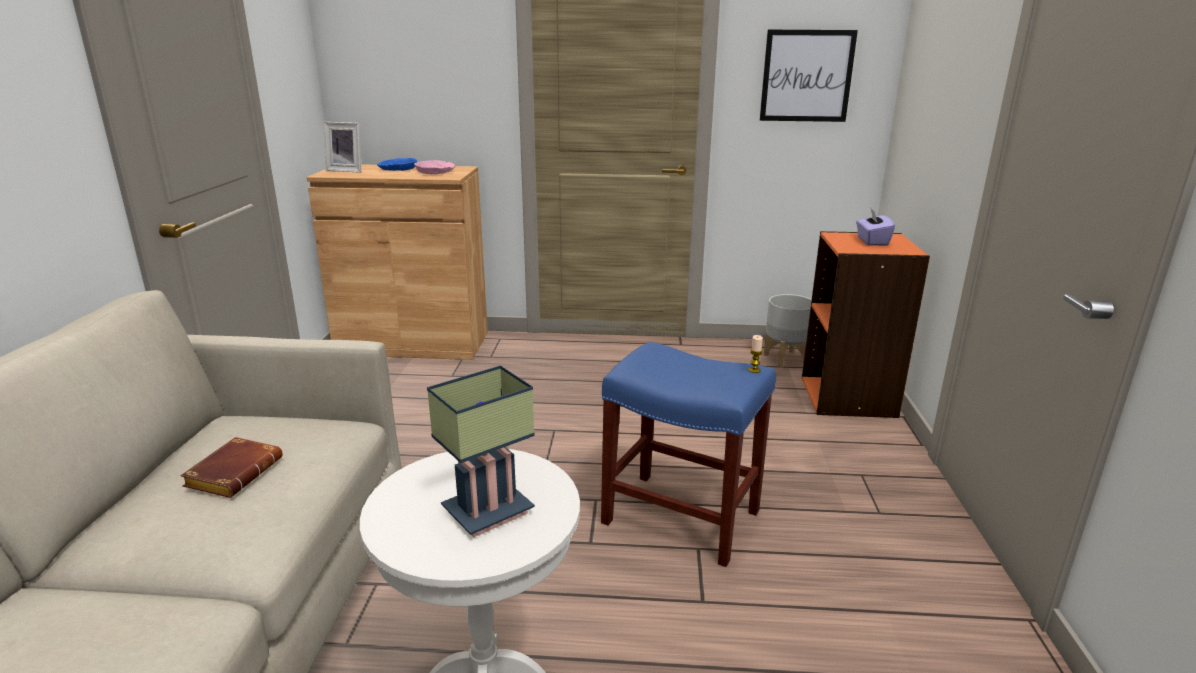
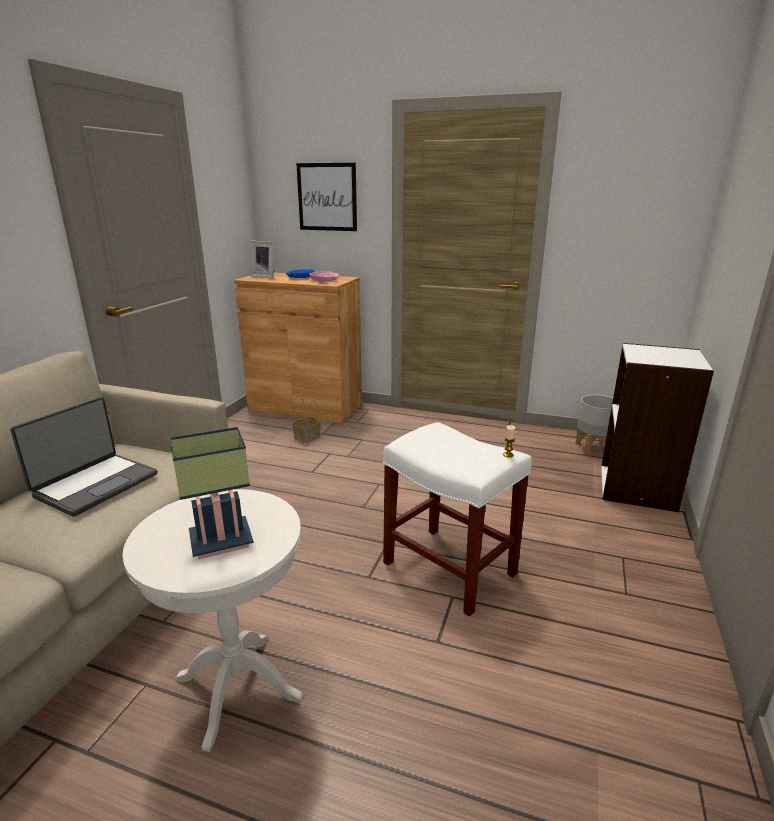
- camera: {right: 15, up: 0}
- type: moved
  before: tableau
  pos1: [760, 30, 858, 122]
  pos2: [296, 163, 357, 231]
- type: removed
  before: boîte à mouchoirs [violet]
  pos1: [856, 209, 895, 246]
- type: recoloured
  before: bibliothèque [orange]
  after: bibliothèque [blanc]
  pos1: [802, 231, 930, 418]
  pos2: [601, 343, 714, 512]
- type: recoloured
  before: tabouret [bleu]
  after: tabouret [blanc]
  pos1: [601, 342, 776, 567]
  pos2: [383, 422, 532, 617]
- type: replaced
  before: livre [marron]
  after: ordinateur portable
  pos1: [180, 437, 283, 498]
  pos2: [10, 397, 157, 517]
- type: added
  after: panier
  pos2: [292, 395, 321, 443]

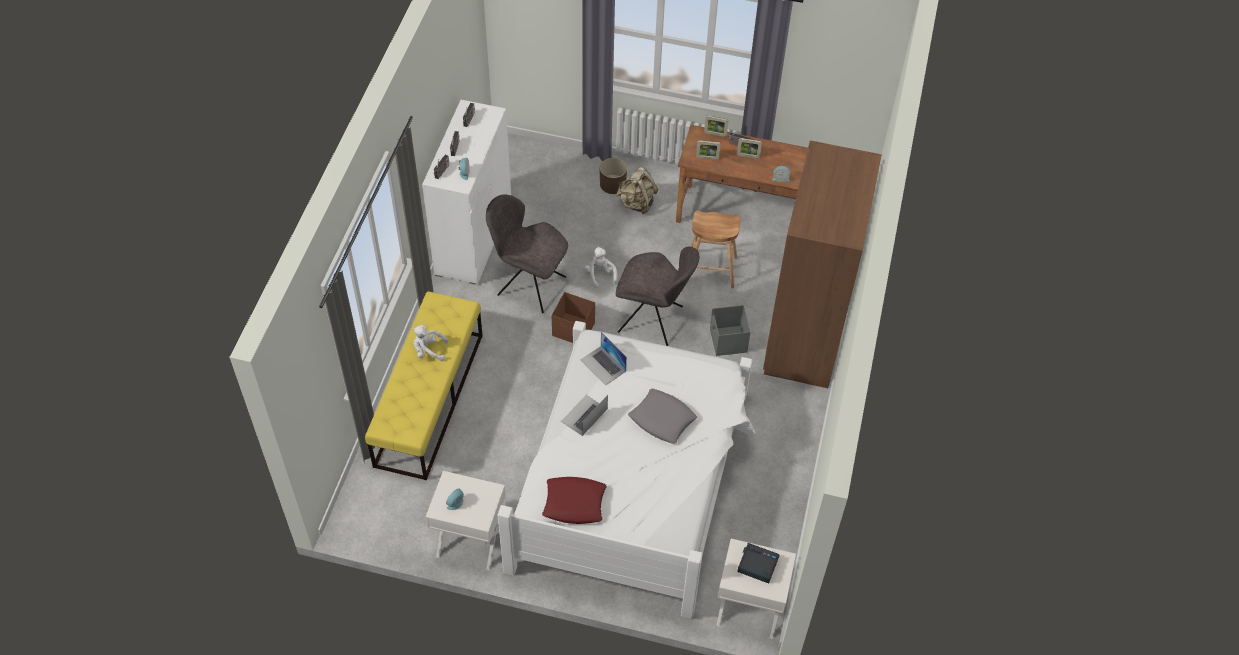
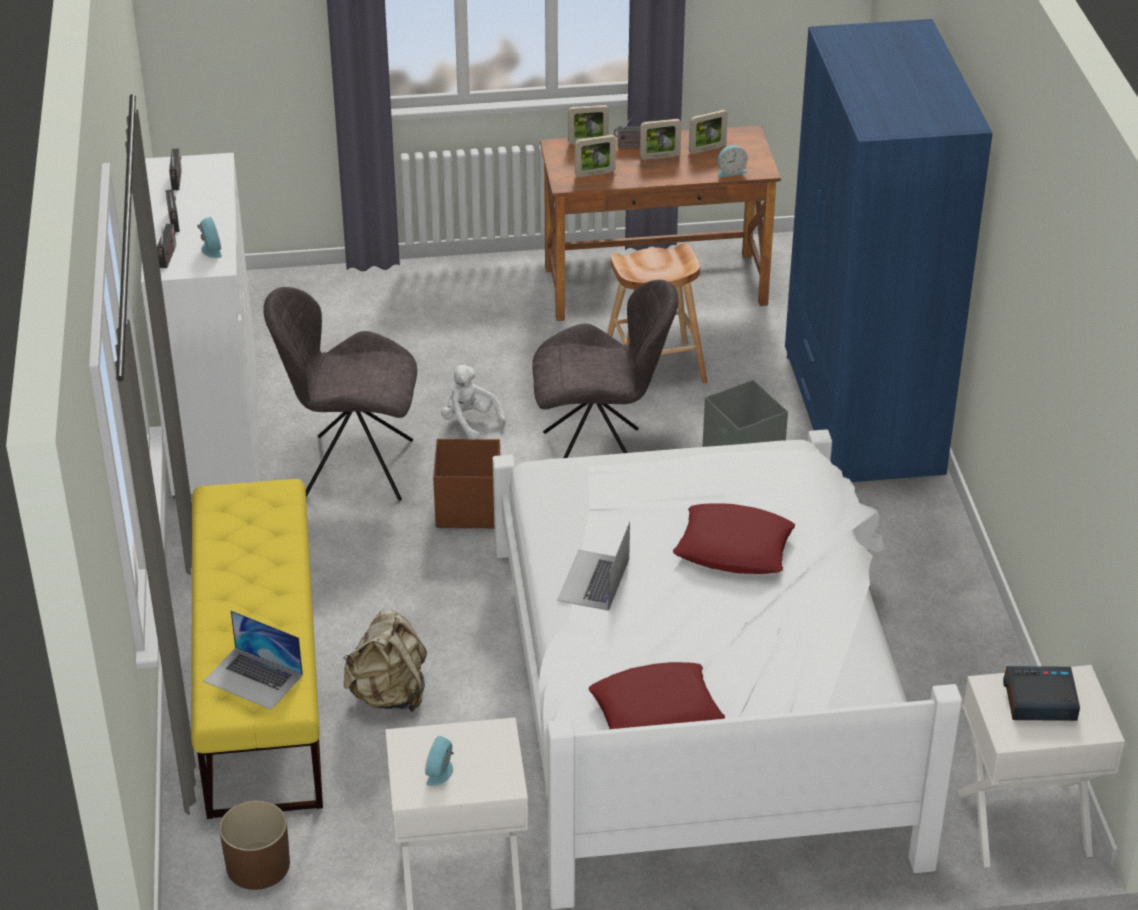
- camera: {right: -20, up: -15}
- type: recoloured
  before: armoire [marron]
  after: armoire [bleu]
  pos1: [763, 141, 882, 388]
  pos2: [785, 19, 993, 482]
- type: moved
  before: cache-pot [marron]
  pos1: [600, 158, 627, 194]
  pos2: [219, 800, 290, 890]
- type: moved
  before: sac à dos [beige]
  pos1: [616, 167, 658, 214]
  pos2: [343, 609, 427, 712]
- type: removed
  before: peluche [blanc]
  pos1: [412, 325, 448, 361]
- type: moved
  before: ordinateur portable
  pos1: [580, 332, 627, 385]
  pos2: [203, 610, 303, 710]
- type: recoloured
  before: coussin [gris]
  after: coussin [rouge]
  pos1: [628, 389, 697, 444]
  pos2: [673, 503, 795, 574]
- type: added
  after: cadre photo
  pos2: [689, 109, 728, 154]

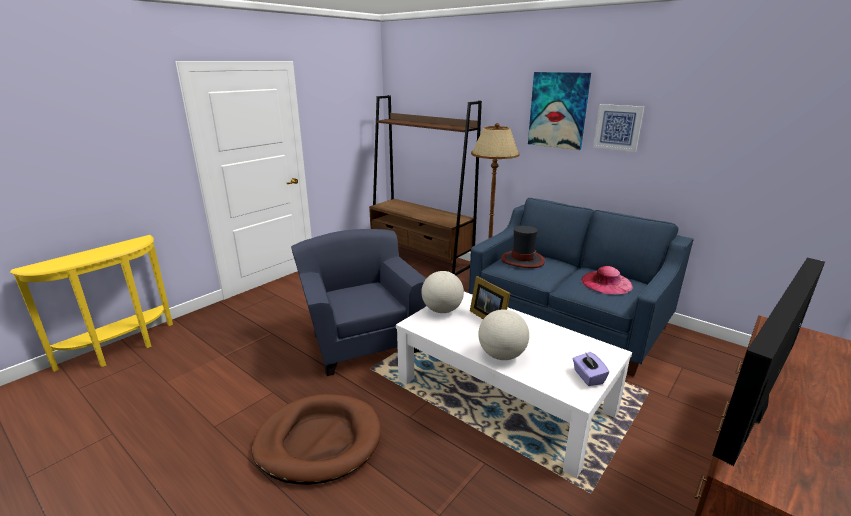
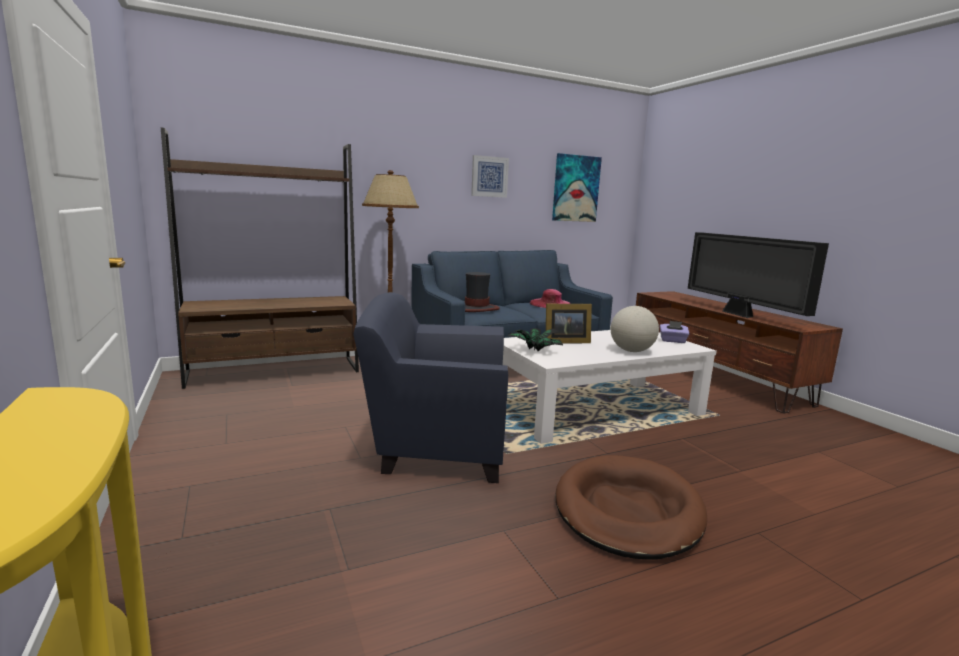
- camera: {right: -65, up: -10}
- type: moved
  before: tableau
  pos1: [528, 72, 591, 150]
  pos2: [552, 153, 602, 222]
- type: replaced
  before: globe
  after: plante en pot
  pos1: [422, 271, 464, 313]
  pos2: [508, 328, 564, 351]

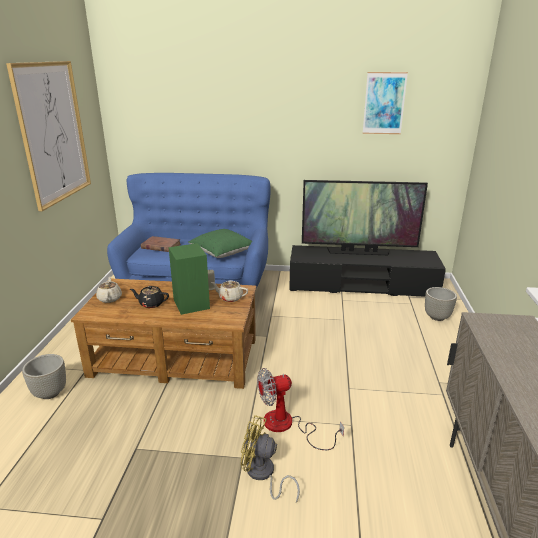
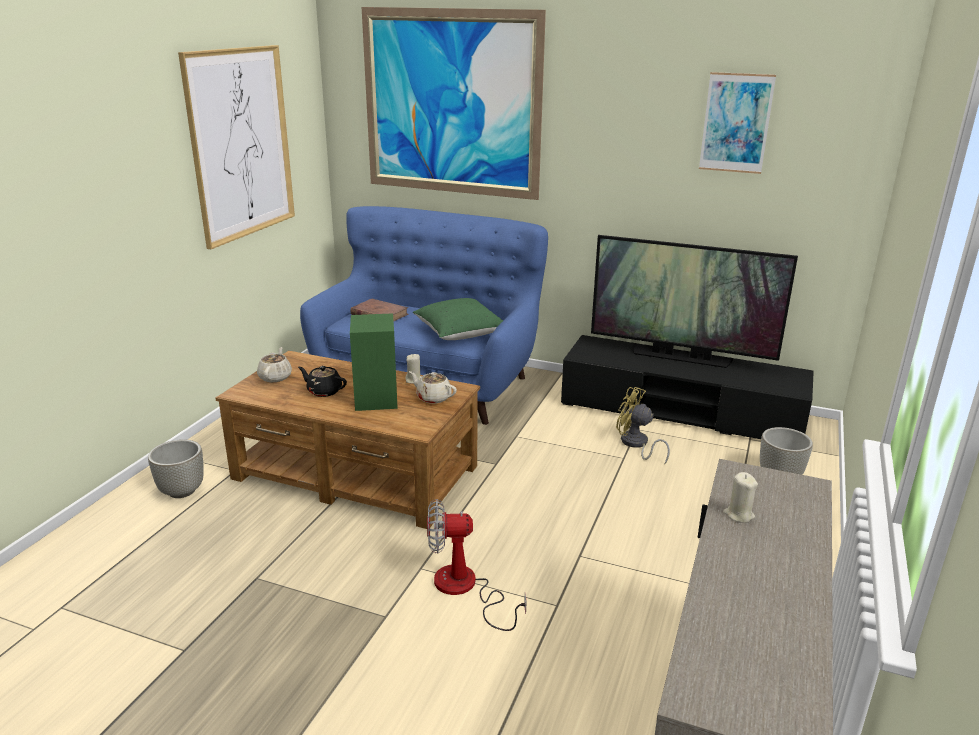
- camera: {right: 15, up: 0}
- type: moved
  before: ventilateur [jaune]
  pos1: [240, 415, 300, 503]
  pos2: [616, 387, 670, 464]
- type: added
  after: tableau
  pos2: [362, 7, 546, 200]
- type: added
  after: bougie [beige]
  pos2: [723, 472, 758, 523]

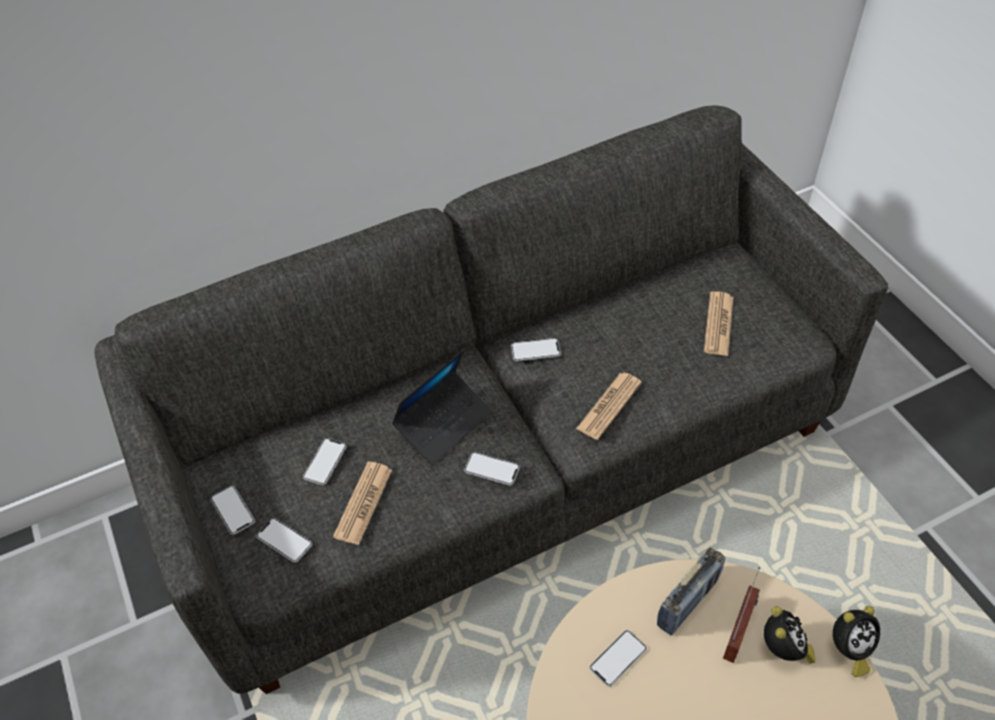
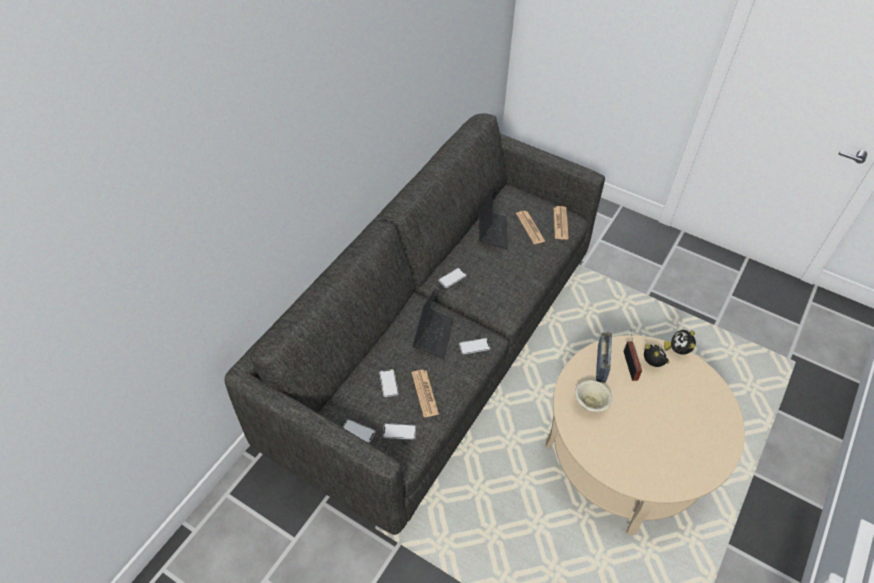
- camera: {right: -35, up: 0}
- type: moved
  before: journal
  pos1: [576, 373, 642, 440]
  pos2: [554, 206, 569, 240]
- type: turned
  before: réveil
  pos1: [833, 606, 880, 677]
  pos2: [664, 330, 696, 355]
  turn: 150
- type: replaced
  before: téléphone
  after: bol [beige]
  pos1: [589, 630, 647, 687]
  pos2: [575, 380, 613, 412]
- type: added
  after: ordinateur portable
  pos2: [479, 188, 508, 249]

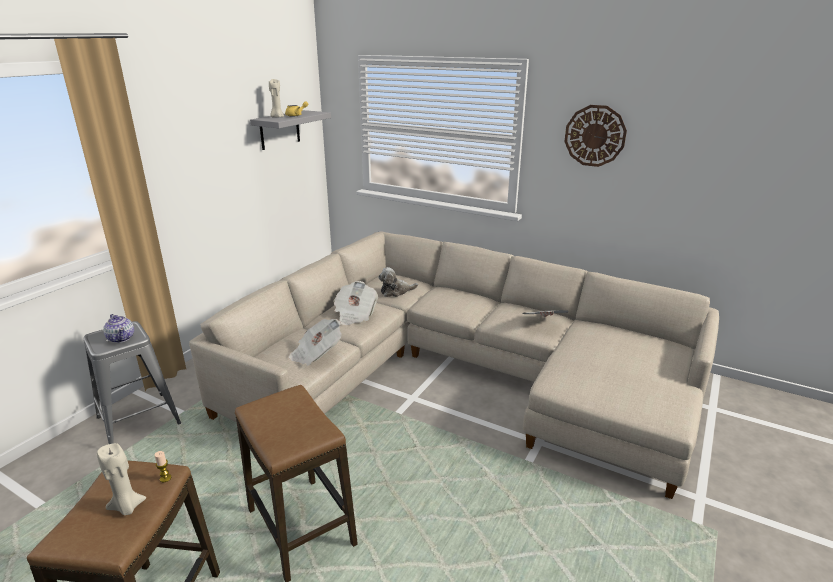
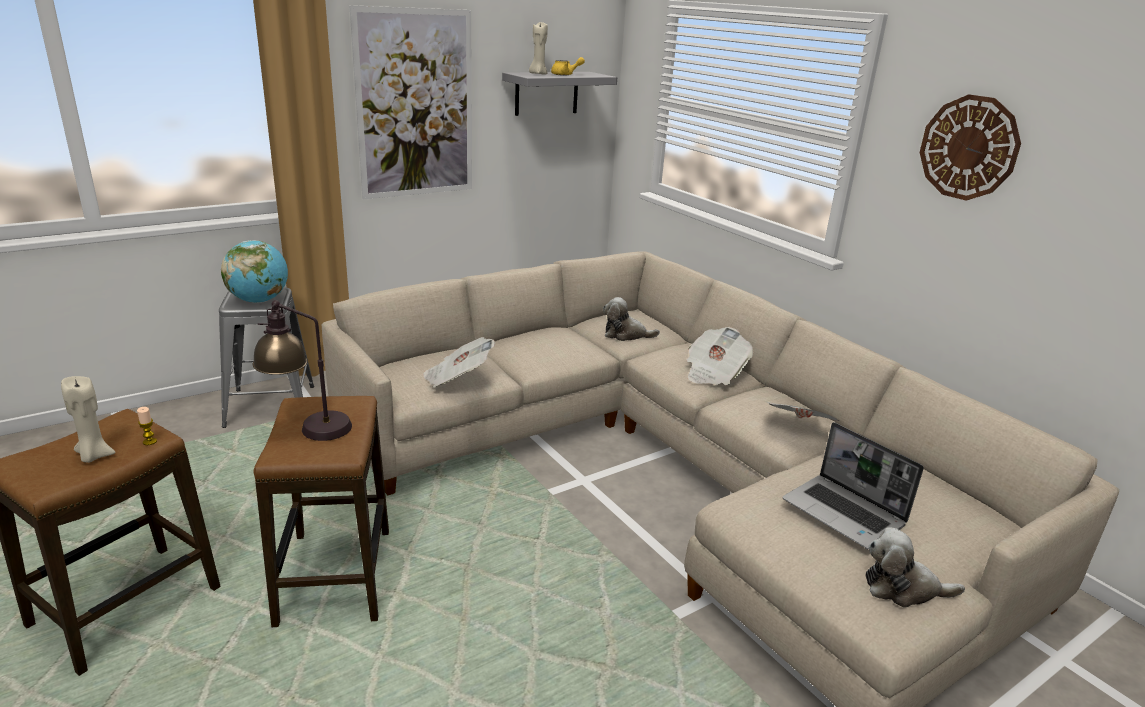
- camera: {right: 25, up: 0}
- type: moved
  before: journal
  pos1: [334, 281, 378, 325]
  pos2: [686, 327, 753, 385]
- type: replaced
  before: théière
  after: globe
  pos1: [103, 314, 134, 343]
  pos2: [221, 240, 288, 303]
- type: added
  after: tableau
  pos2: [349, 5, 472, 199]
- type: added
  after: lampe de table
  pos2: [253, 300, 352, 441]
- type: added
  after: ordinateur portable
  pos2: [783, 422, 924, 550]
- type: added
  after: peluche
  pos2: [866, 527, 965, 608]

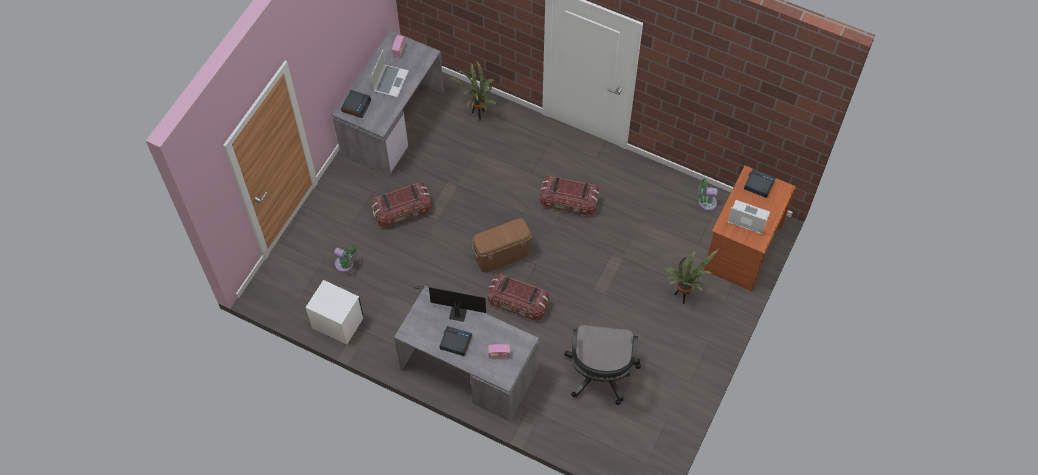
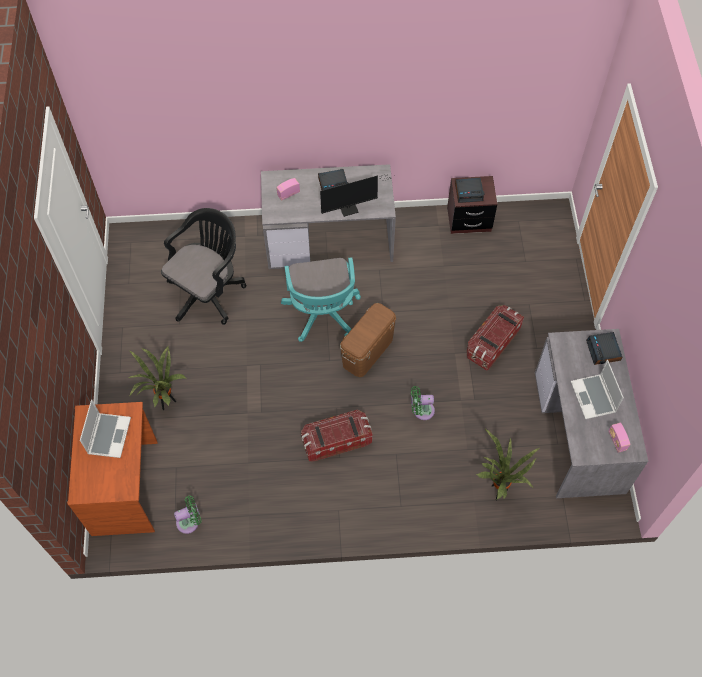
- camera: {right: 150, up: 0}
- type: moved
  before: réveil
  pos1: [744, 169, 775, 198]
  pos2: [455, 178, 484, 203]
- type: turned
  before: ordinateur portable
  pos1: [727, 200, 770, 234]
  pos2: [80, 399, 131, 458]
  turn: -75
- type: moved
  before: ventilateur [vert]
  pos1: [334, 245, 357, 272]
  pos2: [411, 386, 435, 420]
- type: replaced
  before: boîte de rangement
  after: chaise de bureau [turquoise]
  pos1: [488, 274, 550, 321]
  pos2: [281, 257, 361, 342]
- type: recoloured
  before: table de chevet [blanc]
  after: table de chevet [marron]
  pos1: [305, 280, 363, 345]
  pos2: [447, 176, 497, 234]
- type: turned
  before: chaise de bureau [noir]
  pos1: [564, 325, 641, 405]
  pos2: [161, 208, 246, 325]
  turn: 60

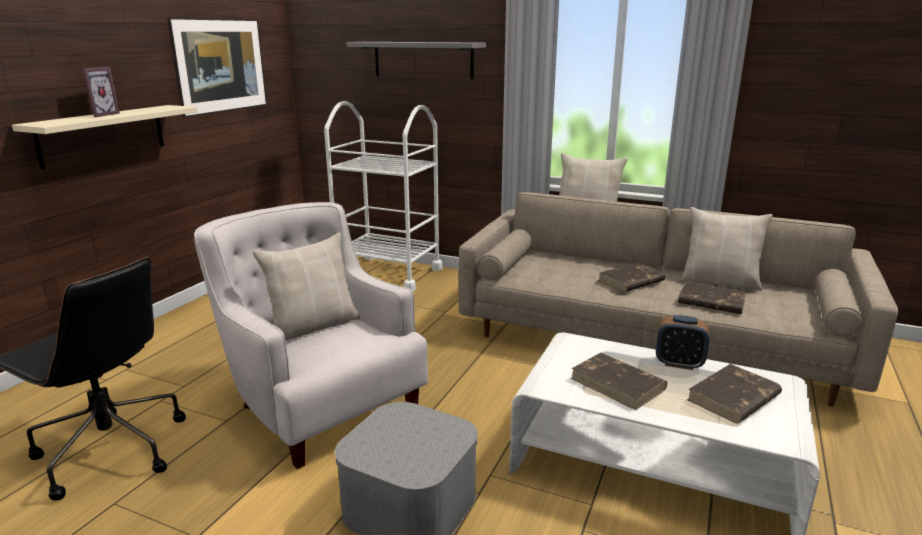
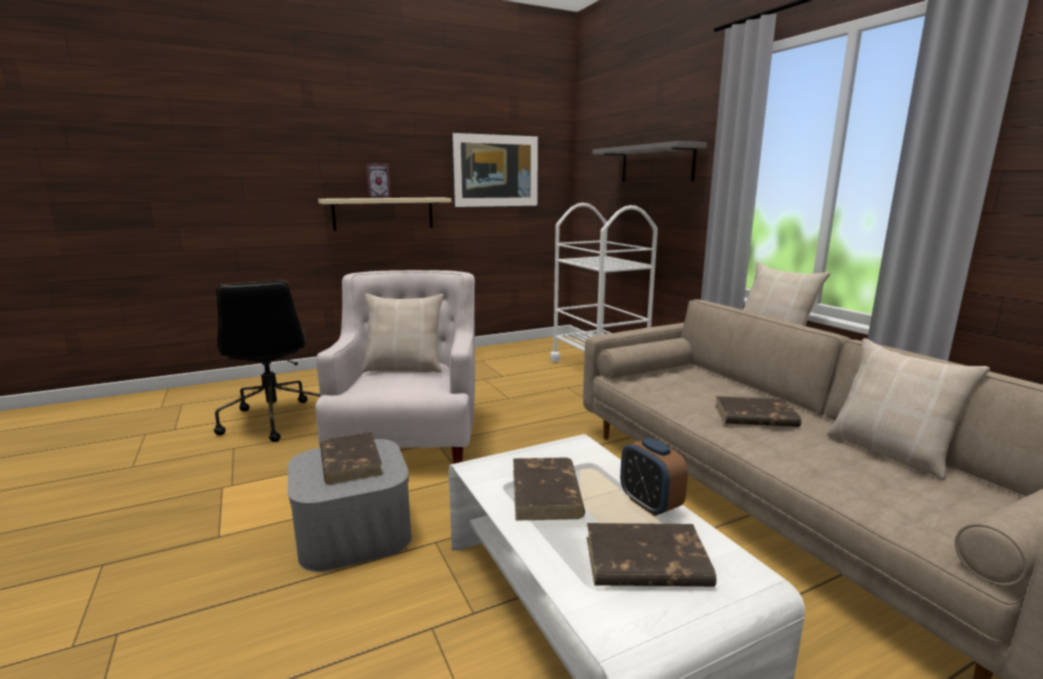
- camera: {right: 40, up: -5}
- type: moved
  before: livre [marron]
  pos1: [678, 282, 747, 314]
  pos2: [320, 432, 383, 484]

